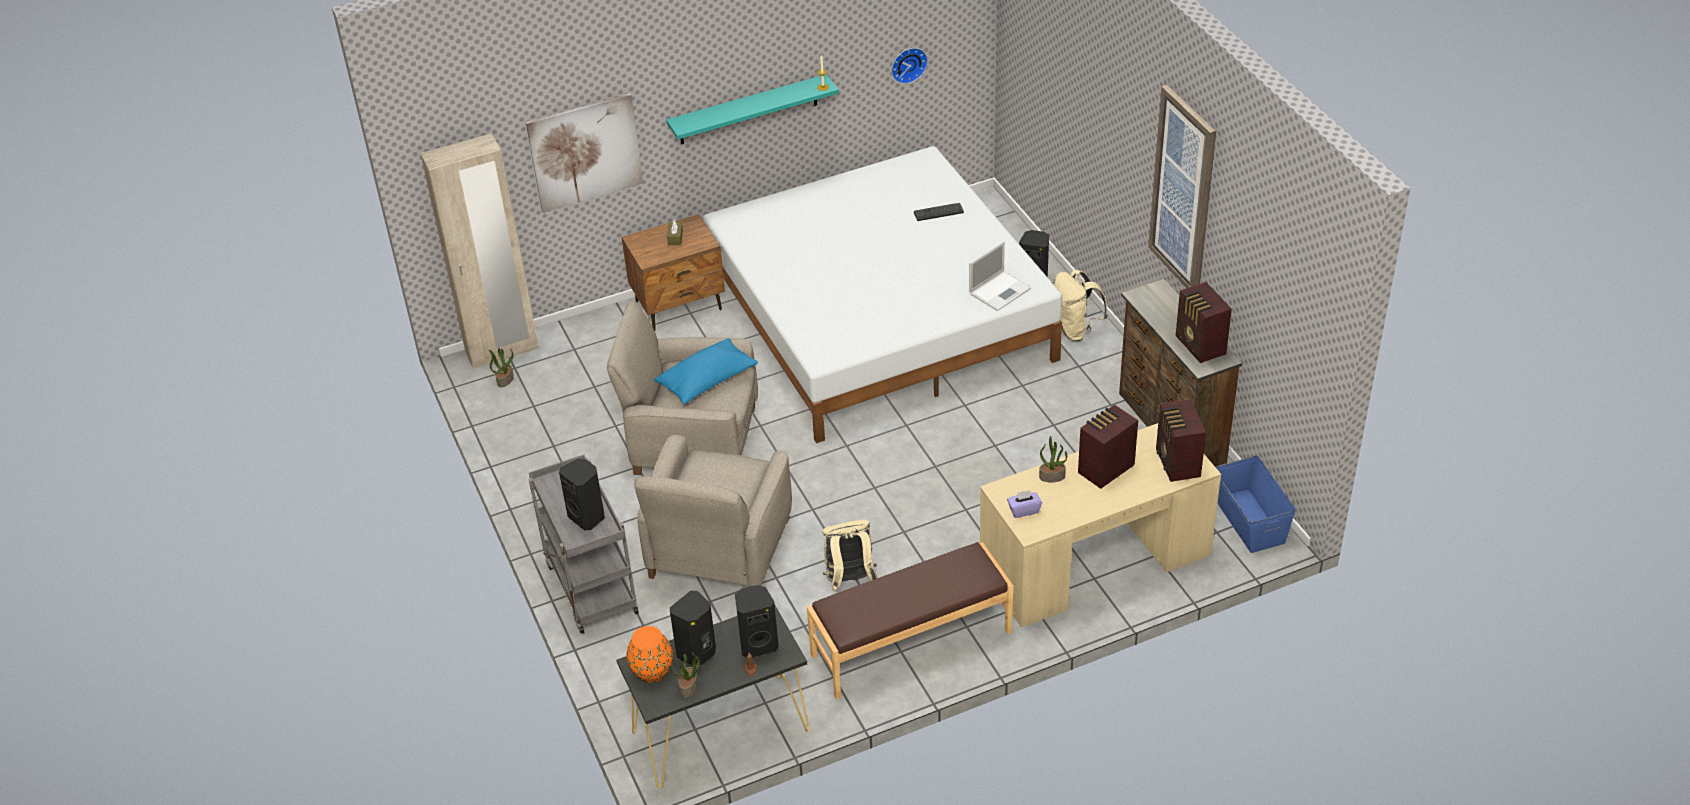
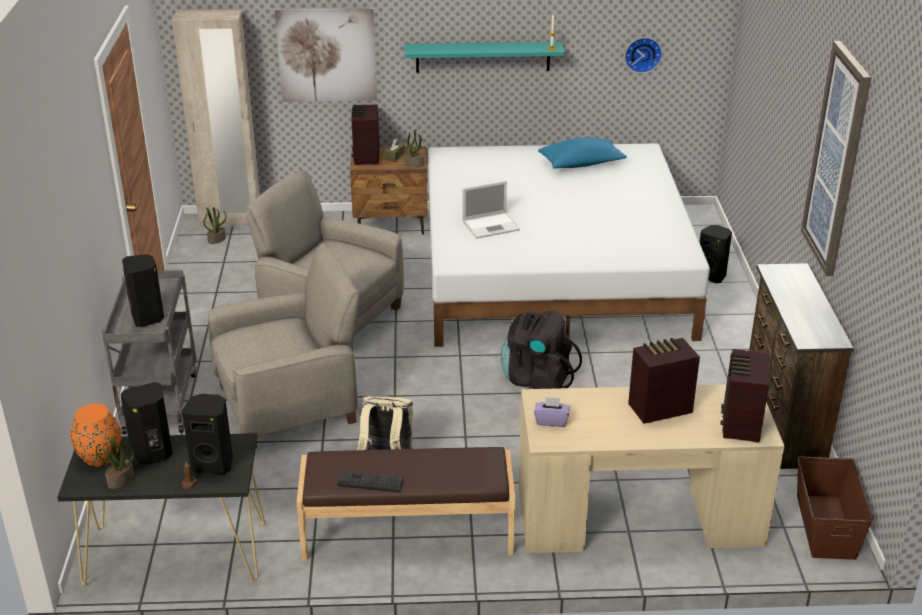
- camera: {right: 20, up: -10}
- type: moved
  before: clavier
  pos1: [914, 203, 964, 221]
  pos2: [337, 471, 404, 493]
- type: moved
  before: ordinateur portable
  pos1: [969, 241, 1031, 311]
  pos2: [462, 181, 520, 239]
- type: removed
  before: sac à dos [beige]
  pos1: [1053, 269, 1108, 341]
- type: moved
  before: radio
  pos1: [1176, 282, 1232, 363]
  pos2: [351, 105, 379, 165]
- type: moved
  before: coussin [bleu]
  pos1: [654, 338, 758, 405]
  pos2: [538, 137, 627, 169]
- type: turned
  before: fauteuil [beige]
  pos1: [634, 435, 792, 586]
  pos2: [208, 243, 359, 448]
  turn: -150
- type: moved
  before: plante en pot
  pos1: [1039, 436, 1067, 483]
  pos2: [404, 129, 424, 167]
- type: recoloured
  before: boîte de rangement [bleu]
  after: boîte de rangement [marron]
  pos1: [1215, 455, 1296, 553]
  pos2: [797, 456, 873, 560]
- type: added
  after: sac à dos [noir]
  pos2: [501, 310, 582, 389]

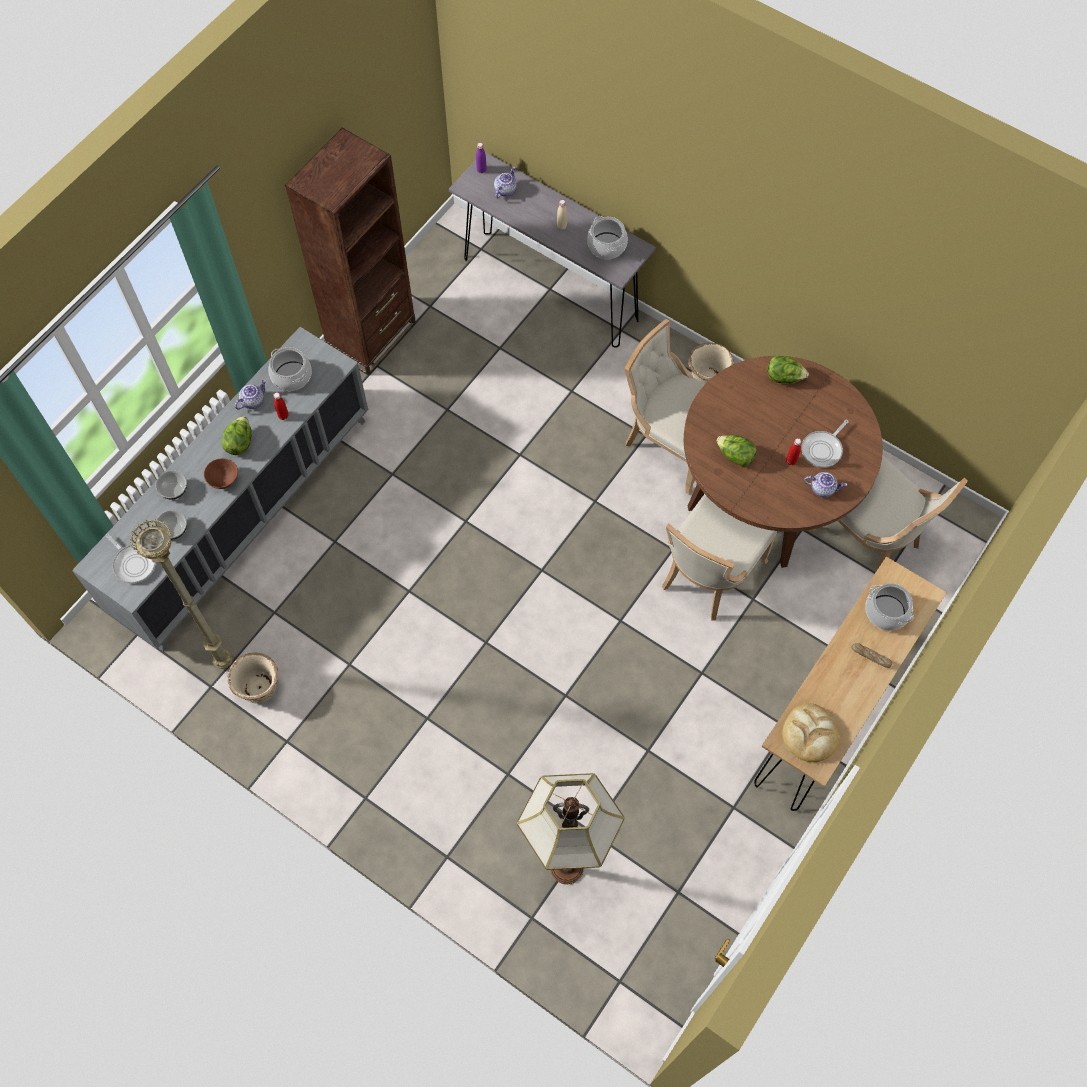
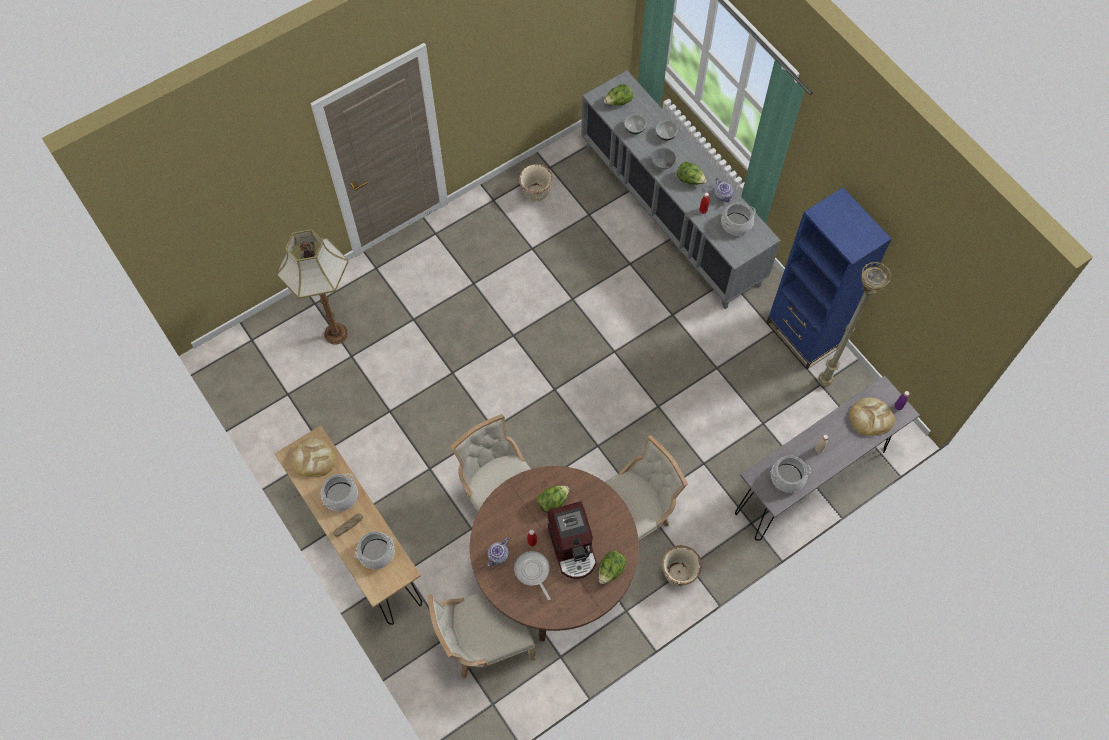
- camera: {right: 110, up: 0}
- type: recoloured
  before: bibliothèque [marron]
  after: bibliothèque [bleu]
  pos1: [285, 128, 416, 376]
  pos2: [766, 187, 892, 369]
- type: replaced
  before: théière
  after: pain
  pos1: [494, 166, 517, 198]
  pos2: [850, 397, 895, 436]
- type: recoloured
  before: bol [marron]
  after: bol [gris]
  pos1: [204, 458, 238, 489]
  pos2: [651, 148, 676, 169]
- type: moved
  before: lampadaire [beige]
  pos1: [129, 519, 233, 669]
  pos2: [818, 262, 891, 387]
- type: replaced
  before: poêle
  after: laitue
  pos1: [105, 534, 155, 584]
  pos2: [604, 84, 633, 105]
- type: added
  after: marmite
  pos2: [321, 473, 358, 511]
- type: added
  after: machine à café
  pos2: [547, 501, 597, 579]

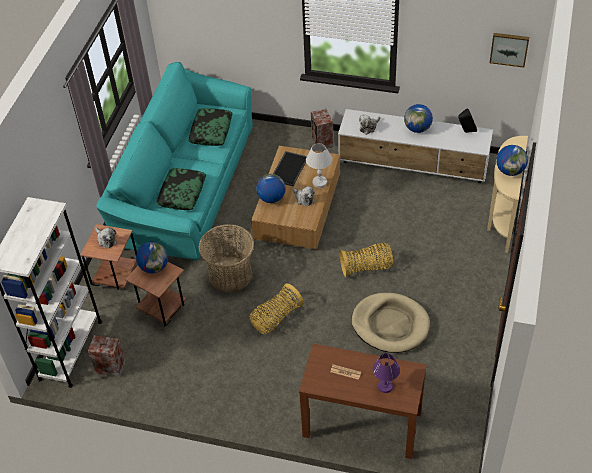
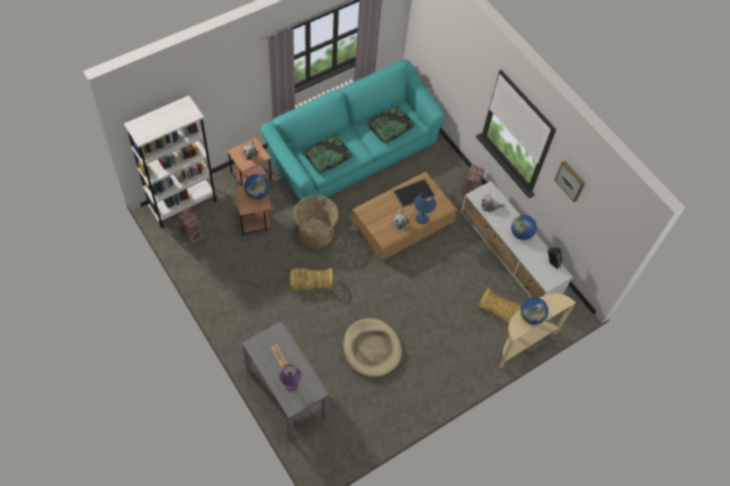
- camera: {right: 35, up: 10}
- type: moved
  before: tableau
  pos1: [490, 33, 529, 68]
  pos2: [554, 161, 585, 202]
- type: recoloured
  before: lampe de table [blanc]
  after: lampe de table [bleu]
  pos1: [306, 143, 332, 188]
  pos2: [414, 191, 436, 224]
- type: removed
  before: globe
  pos1: [256, 174, 285, 203]
- type: moved
  before: panier
  pos1: [340, 243, 393, 277]
  pos2: [478, 288, 521, 324]
- type: recoloured
  before: table console [marron]
  after: table console [gris]
  pos1: [299, 344, 427, 459]
  pos2: [242, 321, 330, 441]

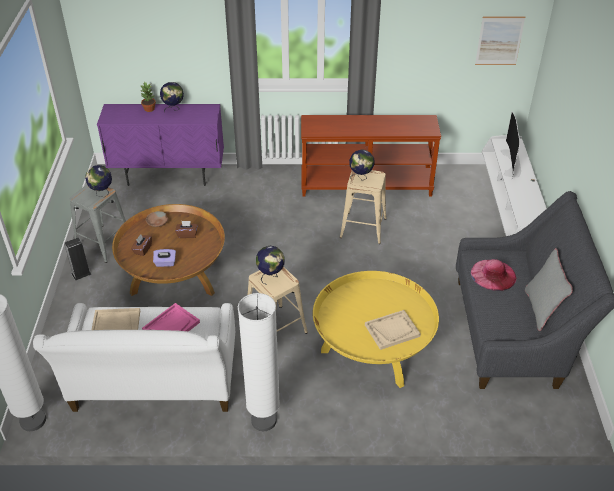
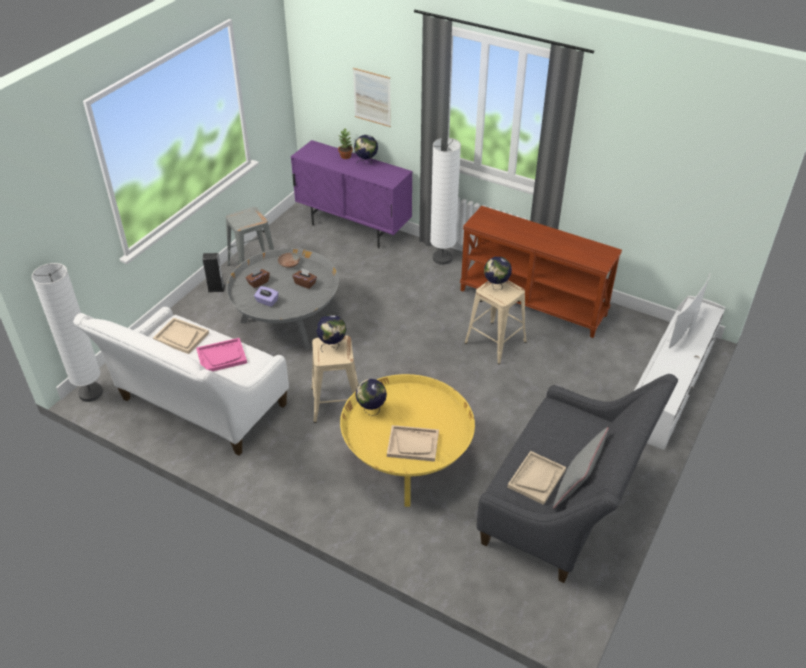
- camera: {right: 30, up: 0}
- type: moved
  before: tableau
  pos1: [475, 17, 525, 65]
  pos2: [353, 68, 391, 127]
- type: moved
  before: globe
  pos1: [85, 165, 112, 197]
  pos2: [355, 379, 387, 416]
- type: recoloured
  before: table basse [marron]
  after: table basse [gris]
  pos1: [112, 204, 225, 296]
  pos2: [226, 248, 339, 350]
- type: removed
  before: chapeau [rose]
  pos1: [471, 259, 516, 291]
- type: moved
  before: lampadaire [blanc]
  pos1: [238, 293, 280, 431]
  pos2: [430, 138, 461, 265]
- type: added
  after: plateau [beige]
  pos2: [507, 451, 566, 505]

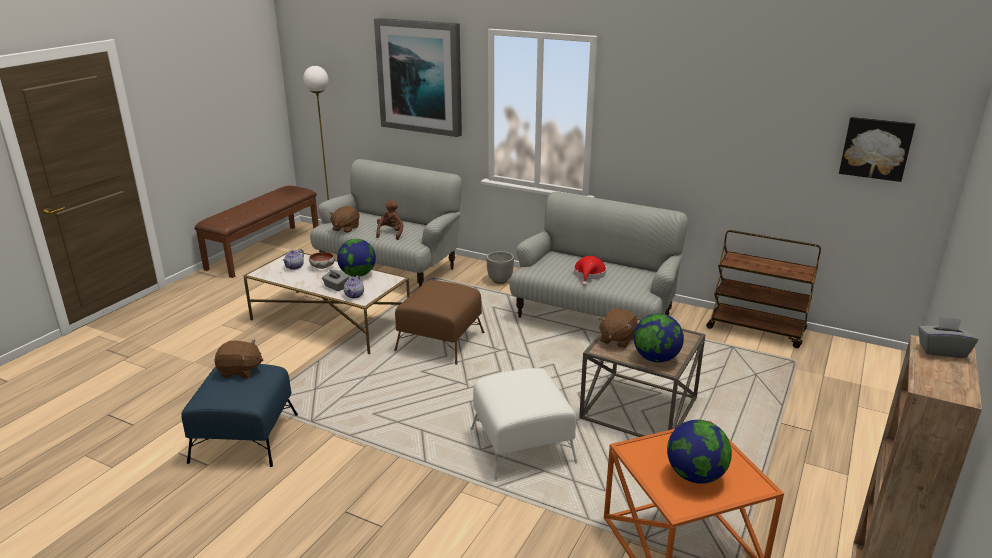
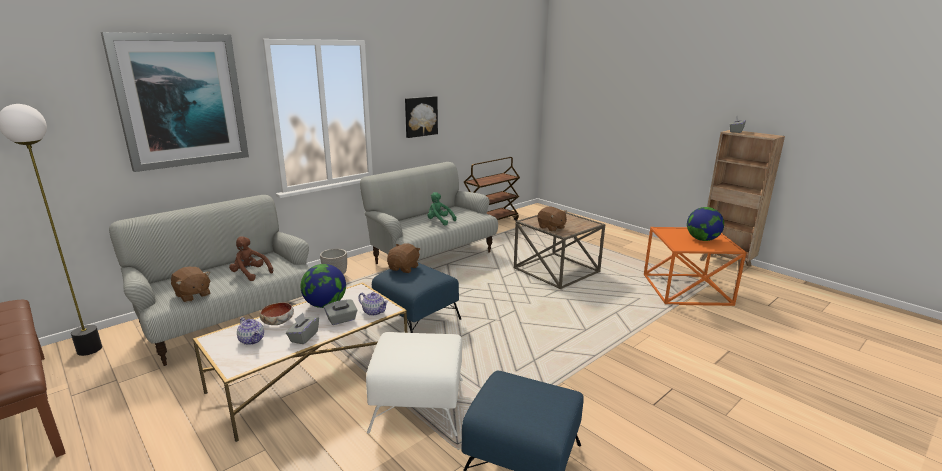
- camera: {right: -70, up: -5}
- type: moved
  before: tableau
  pos1: [839, 117, 915, 182]
  pos2: [405, 96, 438, 138]
- type: replaced
  before: chapeau [rouge]
  after: peluche [vert]
  pos1: [574, 256, 607, 286]
  pos2: [427, 192, 457, 226]
- type: recoloured
  before: pouf [marron]
  after: pouf [bleu]
  pos1: [394, 280, 485, 365]
  pos2: [372, 262, 461, 333]
- type: removed
  before: globe
  pos1: [634, 313, 684, 363]
- type: moved
  before: peluche [marron]
  pos1: [214, 340, 263, 378]
  pos2: [387, 243, 420, 273]
- type: moved
  before: pouf [blanc]
  pos1: [471, 368, 578, 481]
  pos2: [366, 332, 463, 436]
- type: added
  after: boîte à mouchoirs [gris]
  pos2: [286, 313, 319, 344]

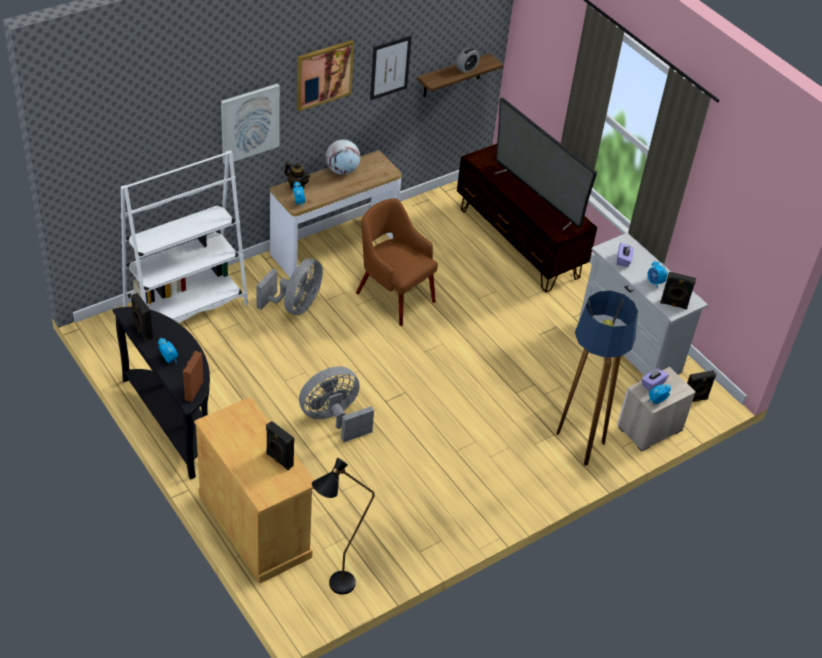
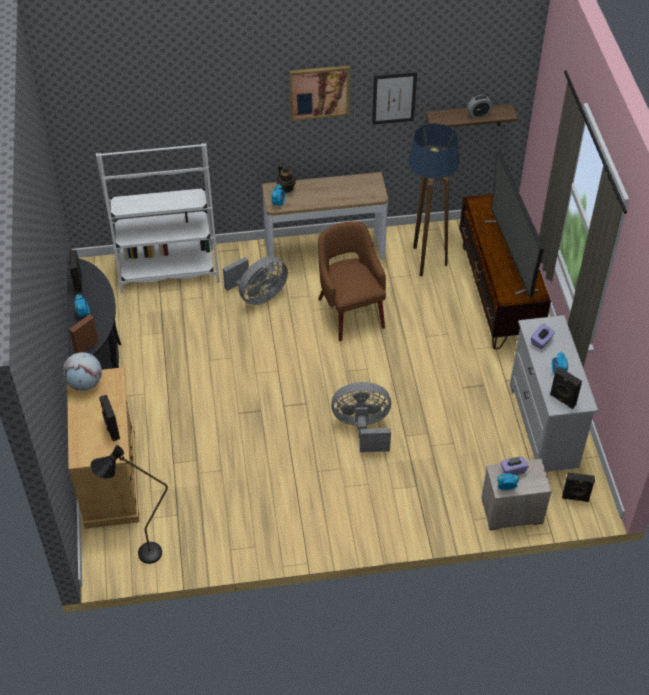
- camera: {right: 30, up: 5}
- type: removed
  before: tableau
  pos1: [221, 84, 280, 164]
- type: moved
  before: globe
  pos1: [326, 139, 360, 175]
  pos2: [63, 352, 102, 391]
- type: moved
  before: lampadaire
  pos1: [556, 291, 638, 466]
  pos2: [408, 123, 459, 277]
- type: moved
  before: ventilateur [gris]
  pos1: [299, 366, 374, 442]
  pos2: [331, 382, 391, 452]

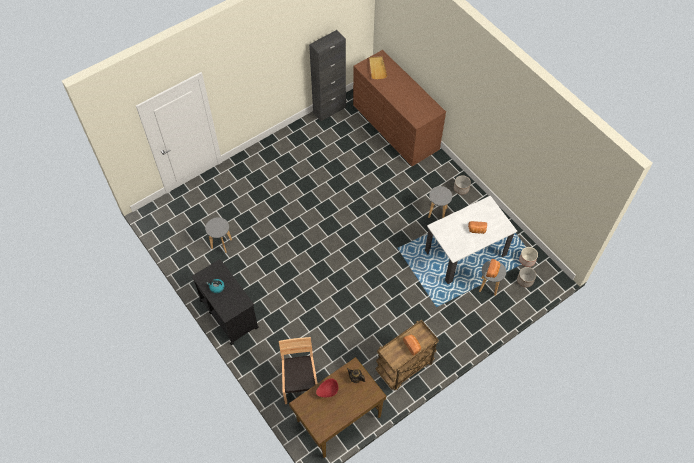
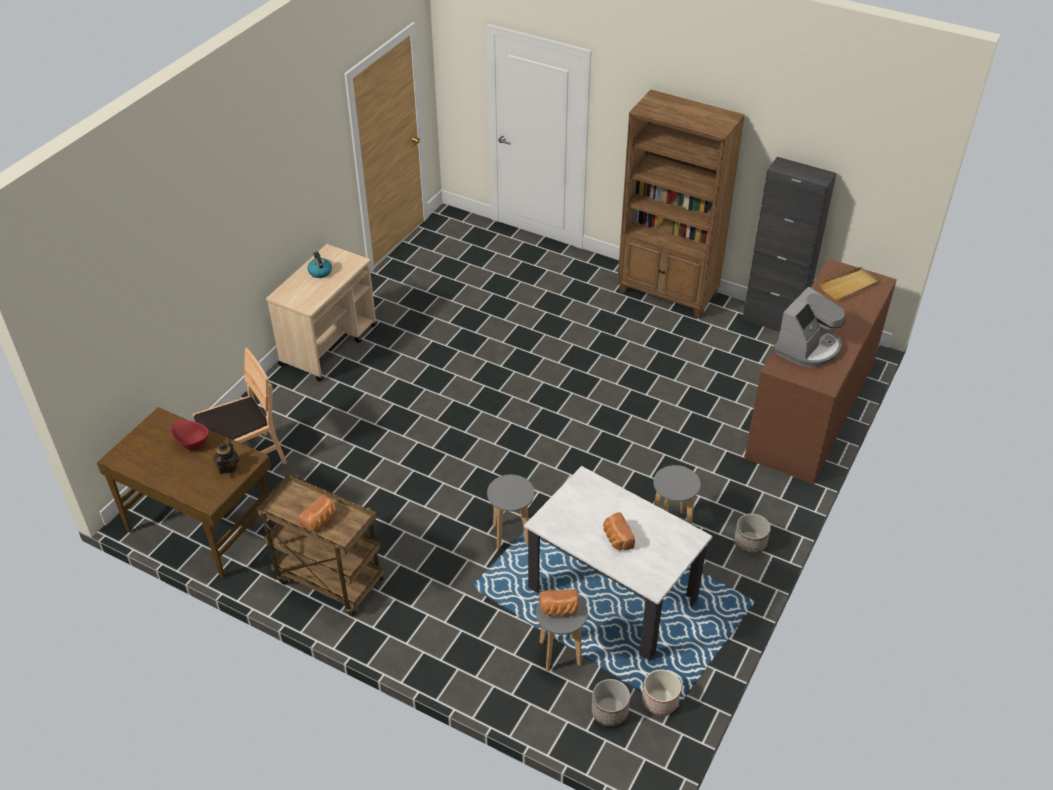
- camera: {right: 65, up: -15}
- type: moved
  before: tabouret [gris]
  pos1: [205, 217, 232, 253]
  pos2: [487, 475, 534, 549]
- type: recoloured
  before: chariot [noir]
  after: chariot [beige]
  pos1: [192, 259, 258, 345]
  pos2: [266, 244, 377, 382]
- type: added
  after: bibliothèque [marron]
  pos2: [618, 90, 745, 319]
- type: added
  after: machine à café
  pos2: [774, 287, 846, 367]

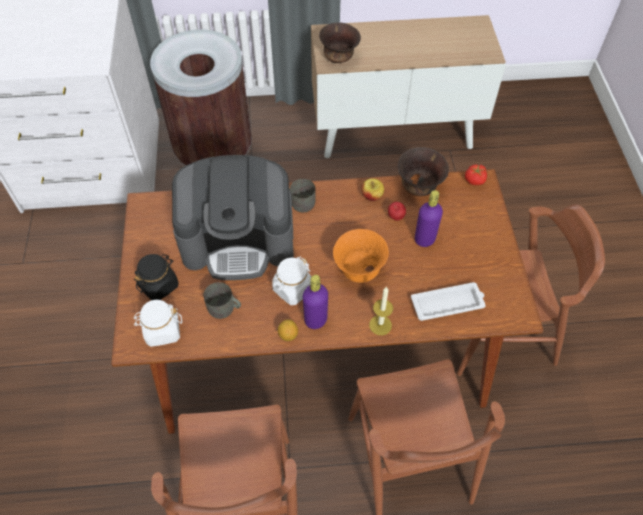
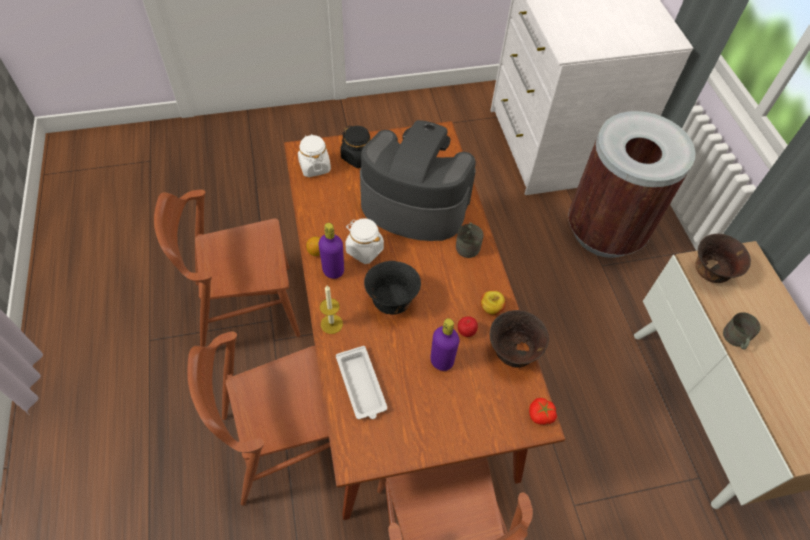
- camera: {right: 80, up: 0}
- type: turned
  before: machine à café
  pos1: [172, 155, 294, 280]
  pos2: [360, 120, 476, 241]
  turn: 120
- type: recoloured
  before: bol [orange]
  after: bol [noir]
  pos1: [333, 229, 389, 283]
  pos2: [364, 261, 421, 315]
- type: moved
  before: mug [gris]
  pos1: [203, 282, 241, 319]
  pos2: [723, 312, 761, 350]

